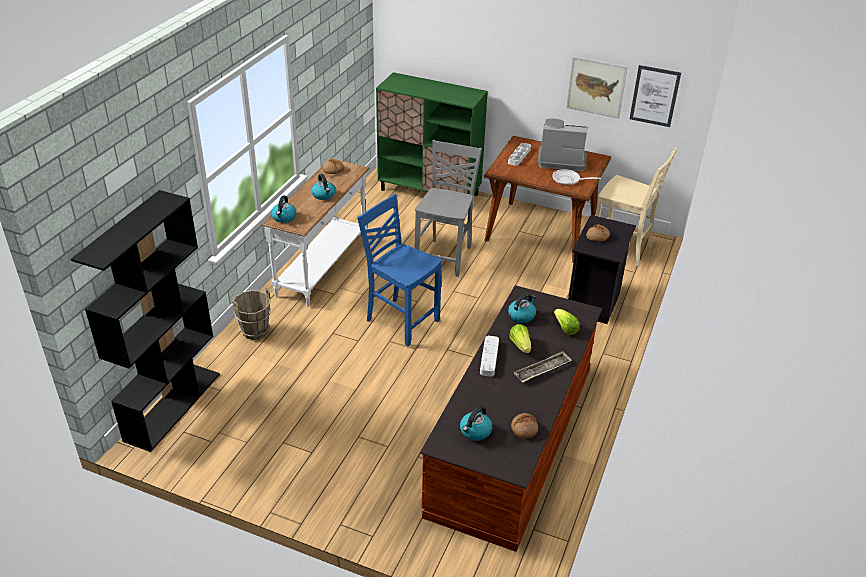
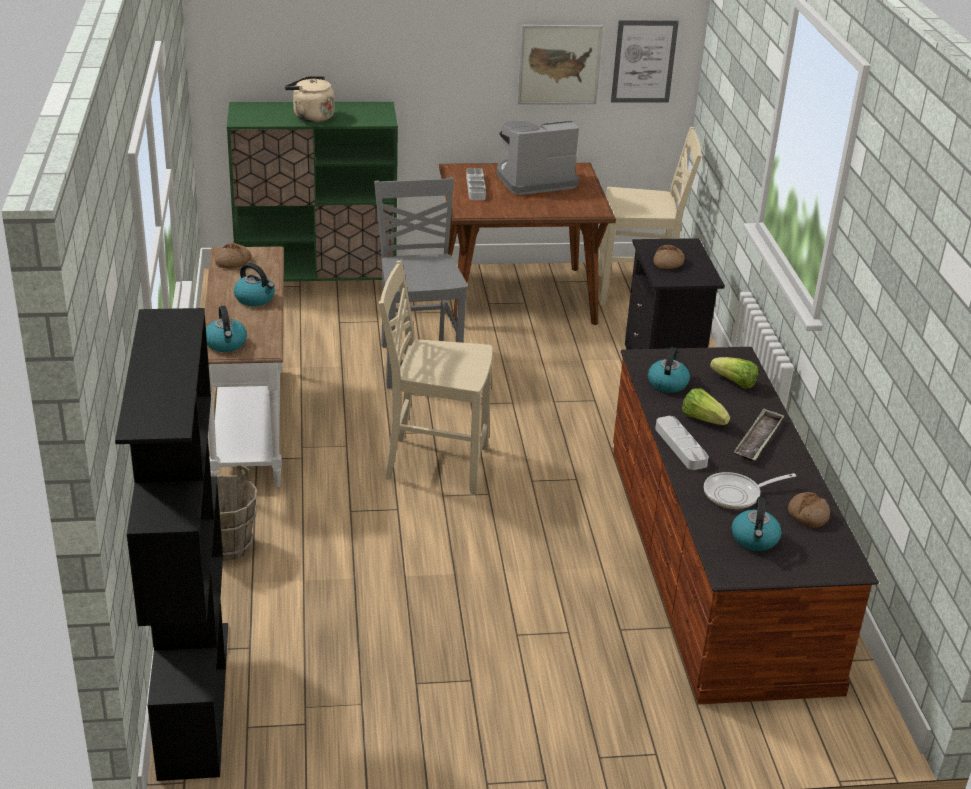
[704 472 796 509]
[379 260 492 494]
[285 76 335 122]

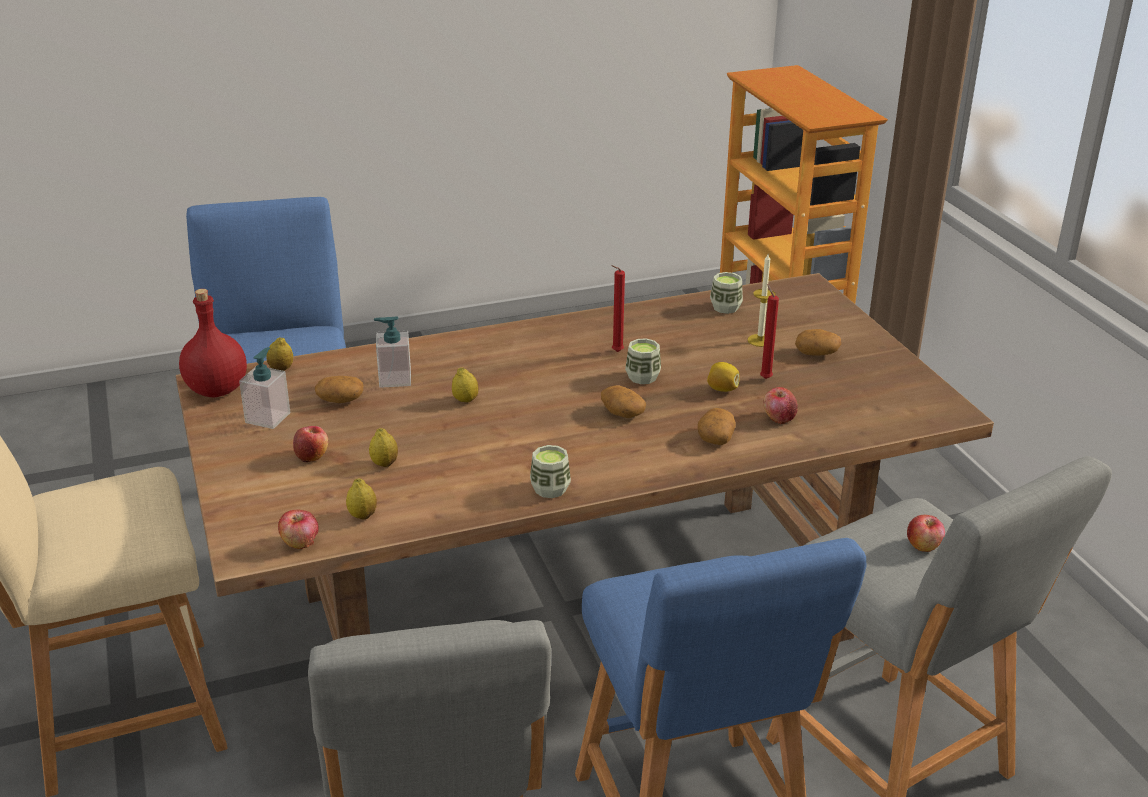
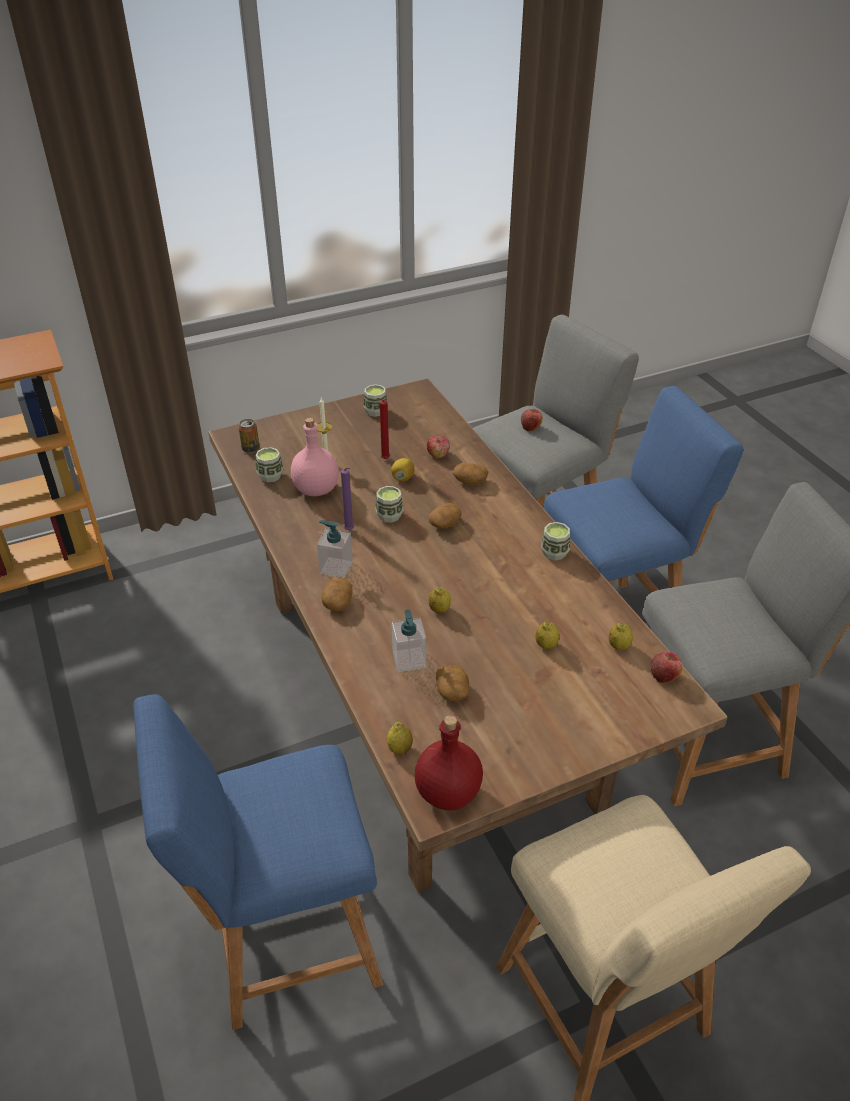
[341 467 354 530]
[322 577 353 611]
[317 520 353 578]
[293 426 328 462] (first image)
[364 384 387 417]
[291 418 339 496]
[238 419 260 453]

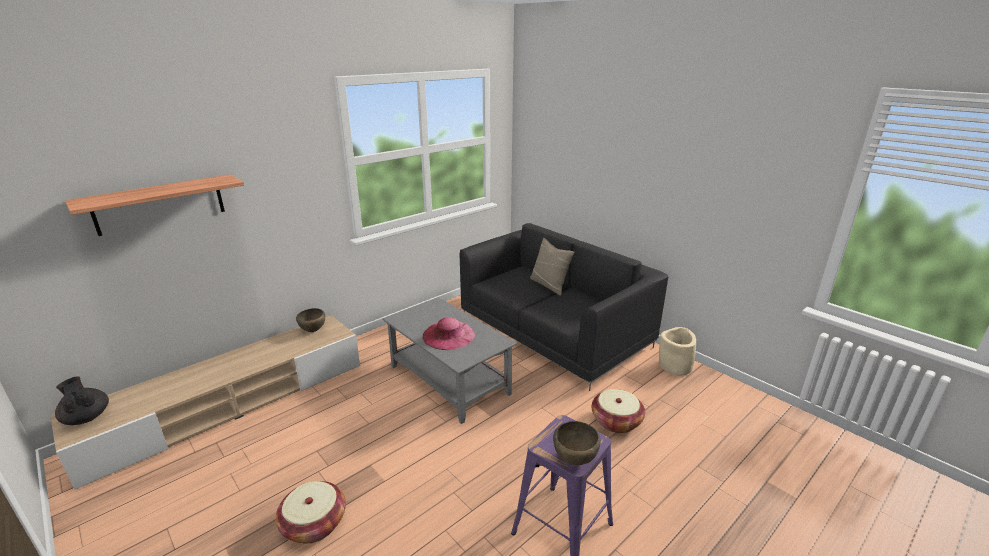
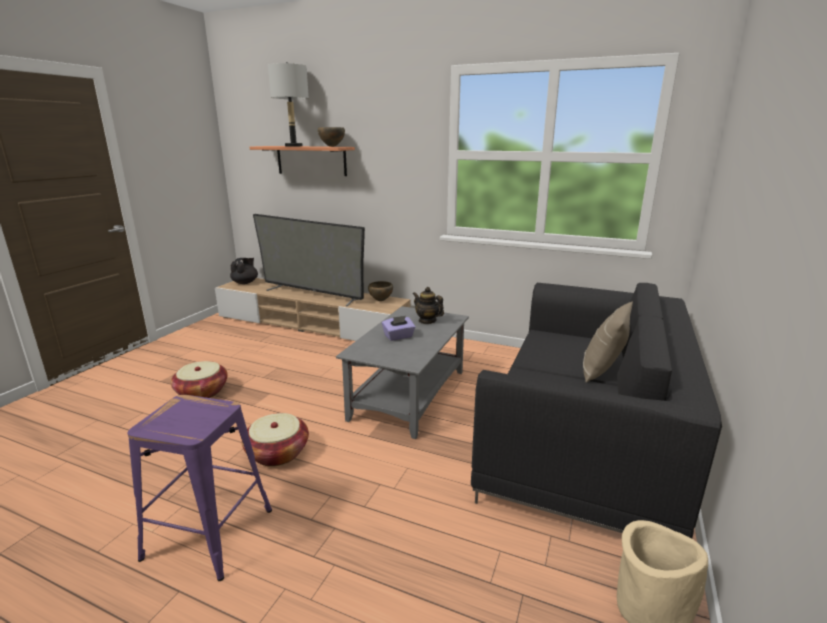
[382 316 415 341]
[242 413 309 467]
[318 127 345 147]
[268 62 309 146]
[253 214 365 306]
[413 287 444 324]

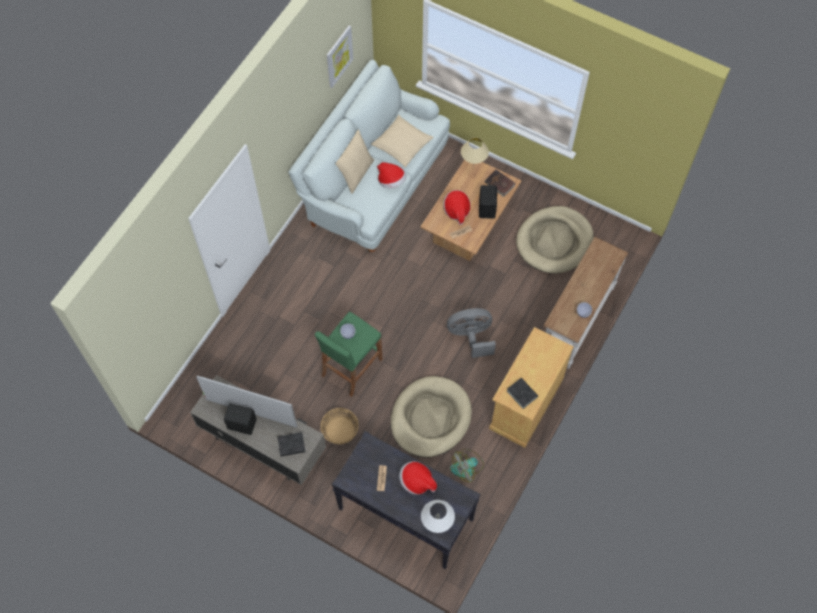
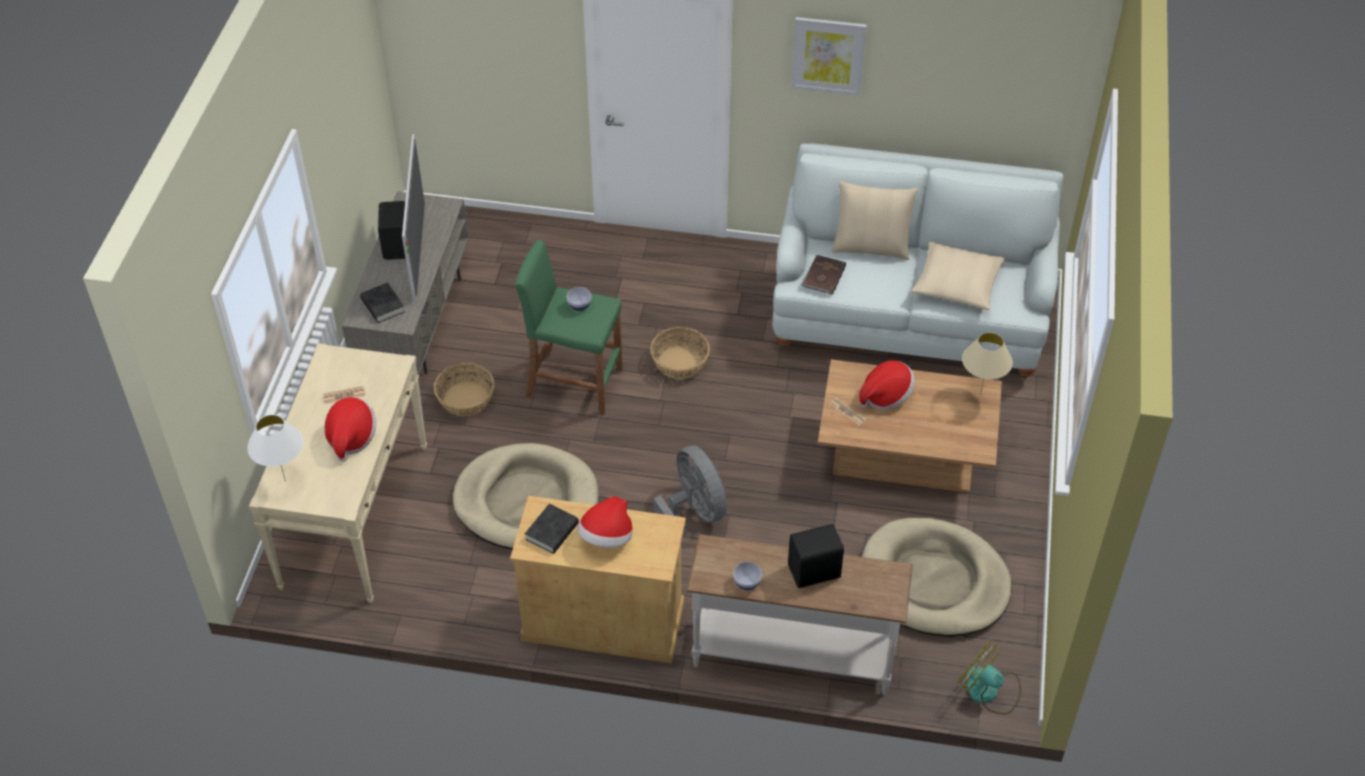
[791 17 867 96]
[577 496 633 547]
[801 255 846 295]
[788 524 844 588]
[249 343 427 603]
[958 642 1021 714]
[650 327 710 379]

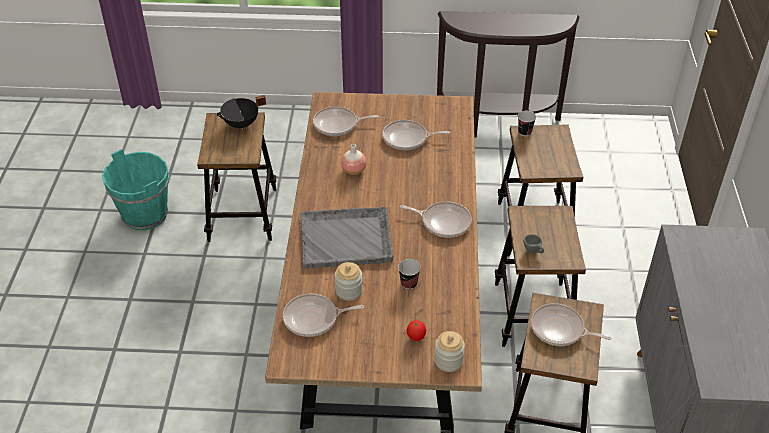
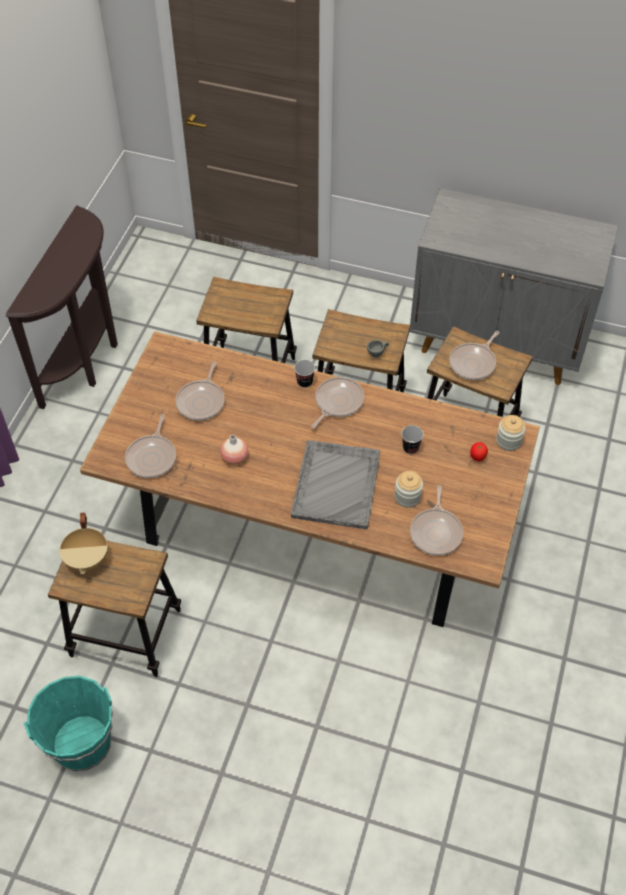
[59 513 108 574]
[294 360 315 388]

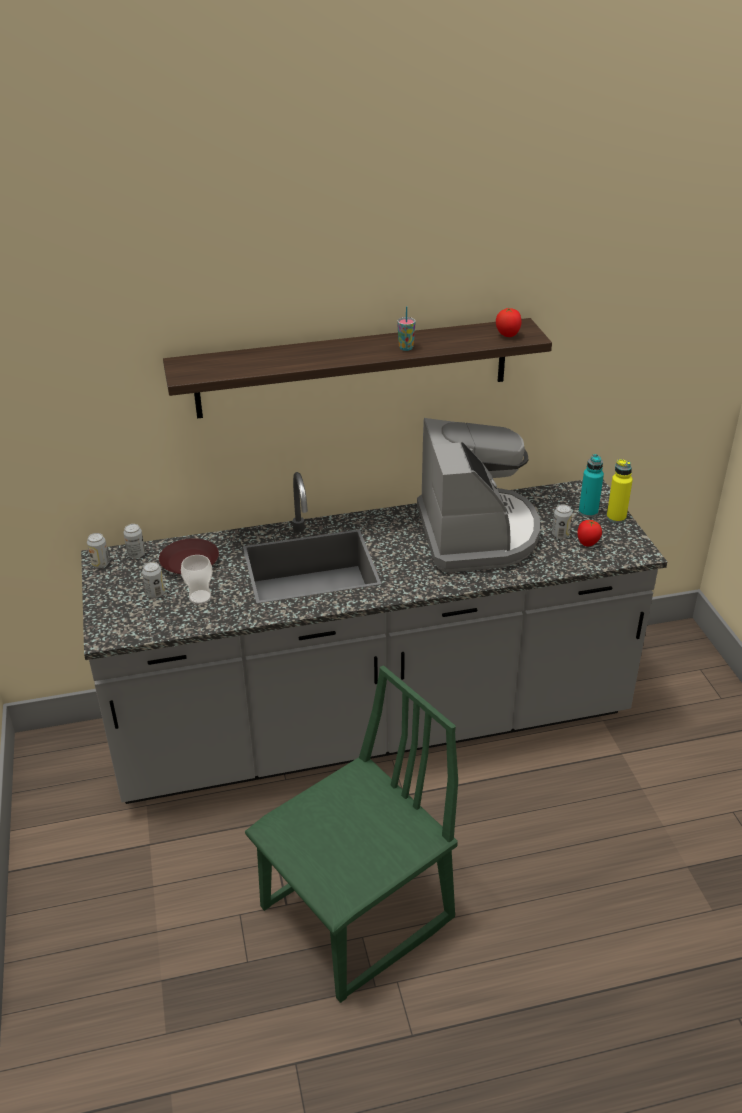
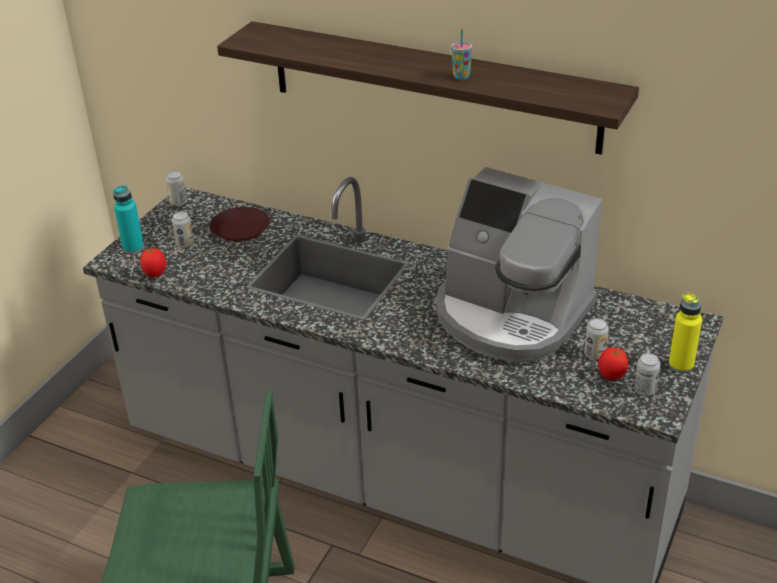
[140 248 166 277]
[436 167 602 362]
[113 185 144 254]
[634 353 661 396]
[181 555 213 604] (first image)

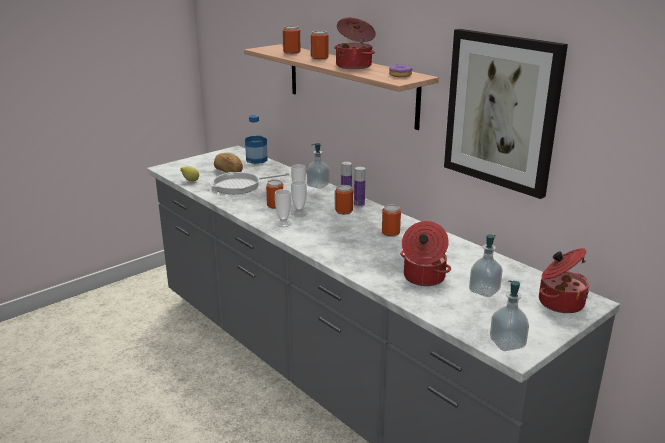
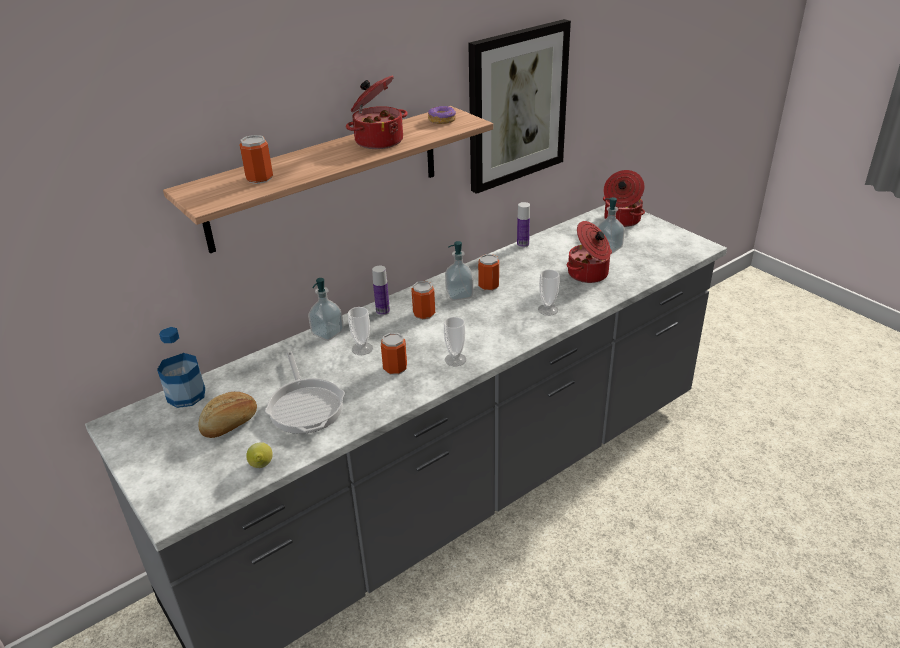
[311 30 329 60] (first image)
[517 202 530 248]
[538 270 559 316]
[445 241 473 301]

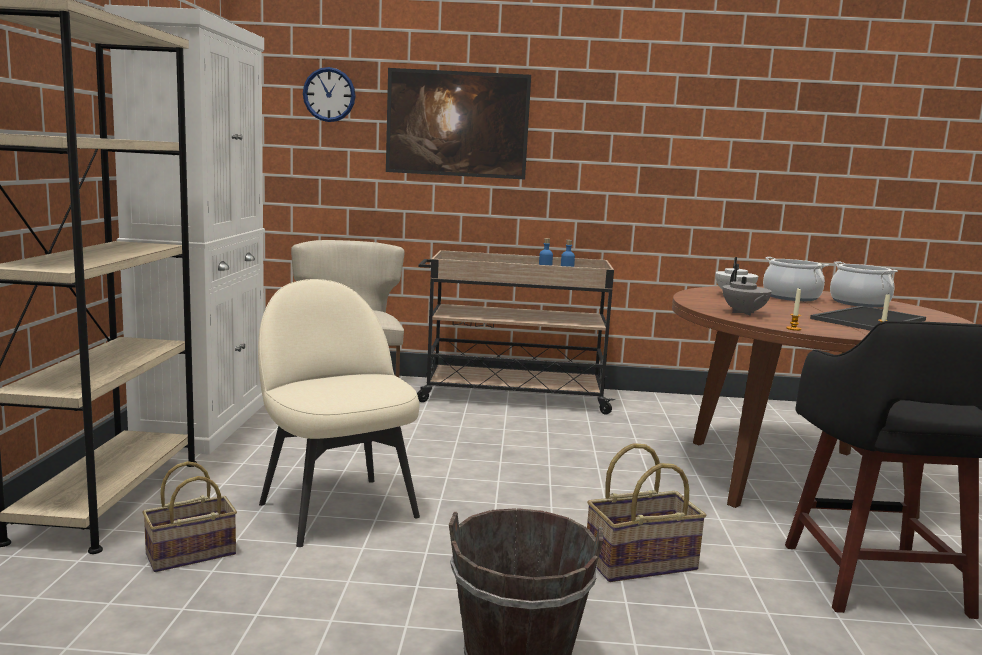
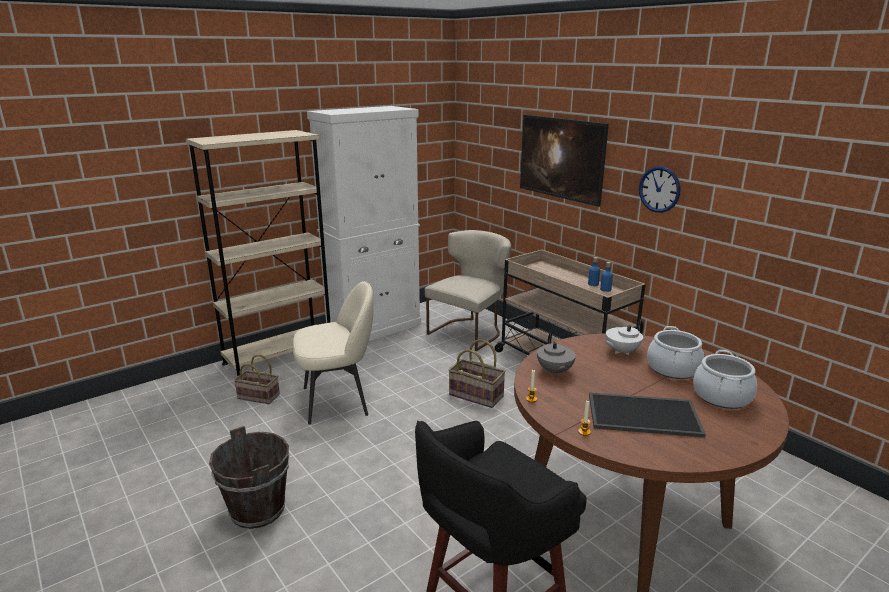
[639 166 680 213]
[537 332 576 376]
[293 281 374 424]
[449 339 506 408]

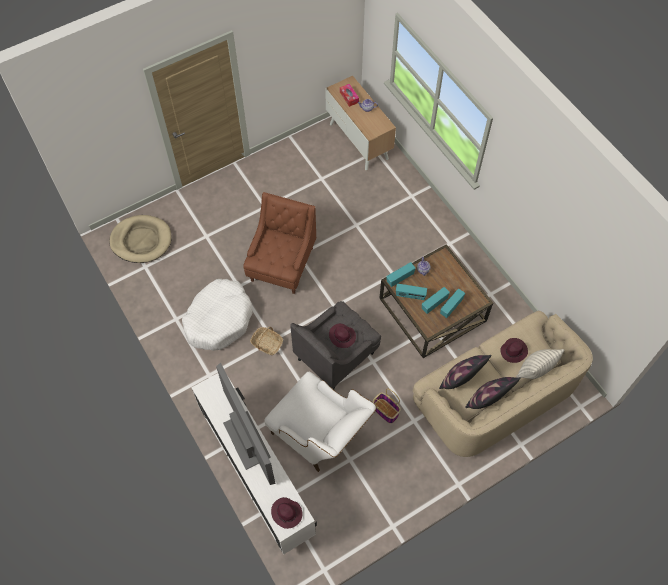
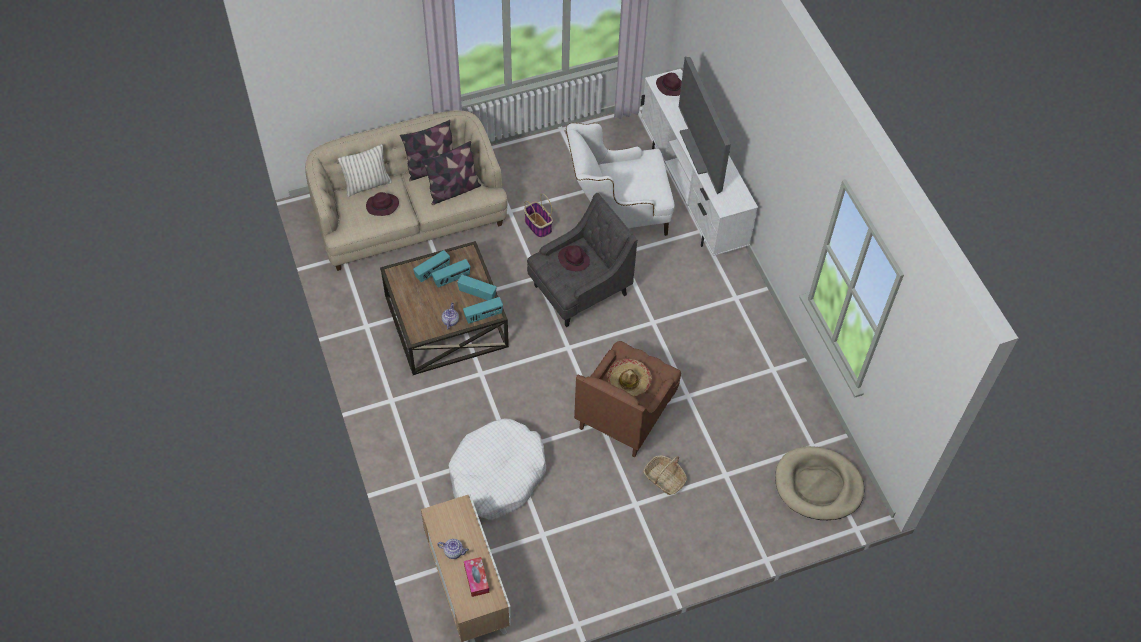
[448 418 546 520]
[643 455 687 495]
[566 123 675 236]
[607 359 652 397]

